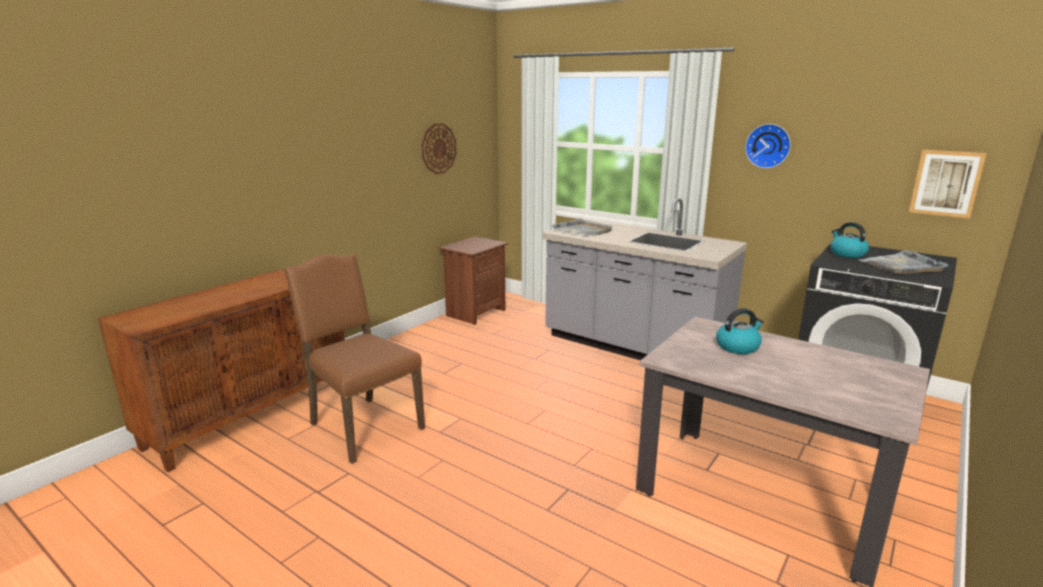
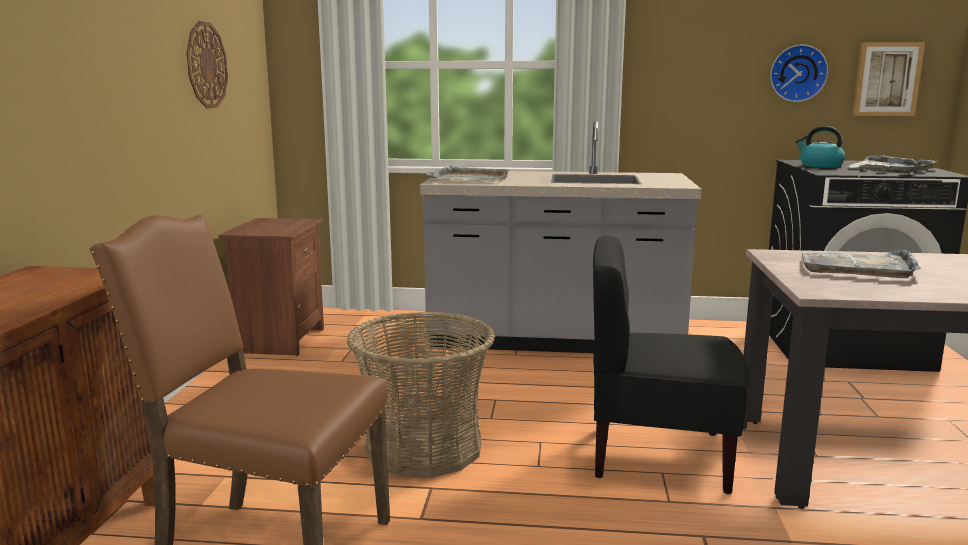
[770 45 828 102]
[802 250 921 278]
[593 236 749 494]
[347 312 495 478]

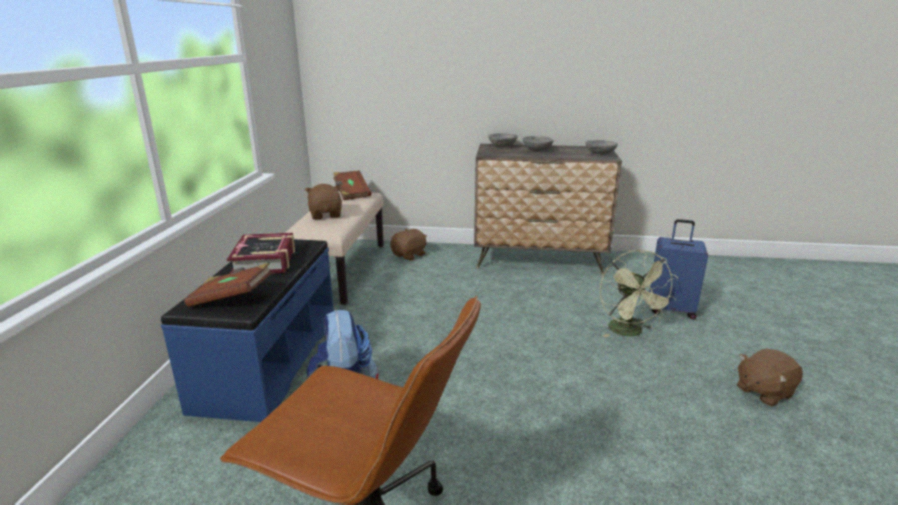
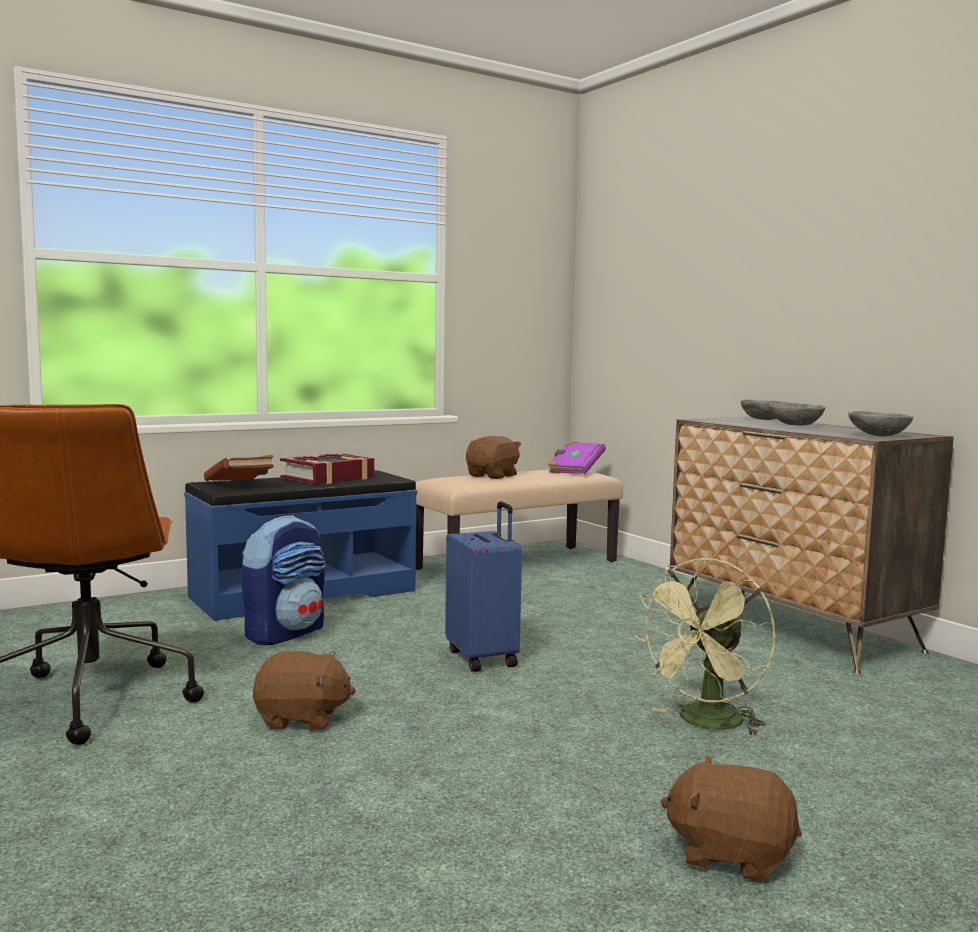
[548 441 606 474]
[445 501 522 672]
[253 651 356 730]

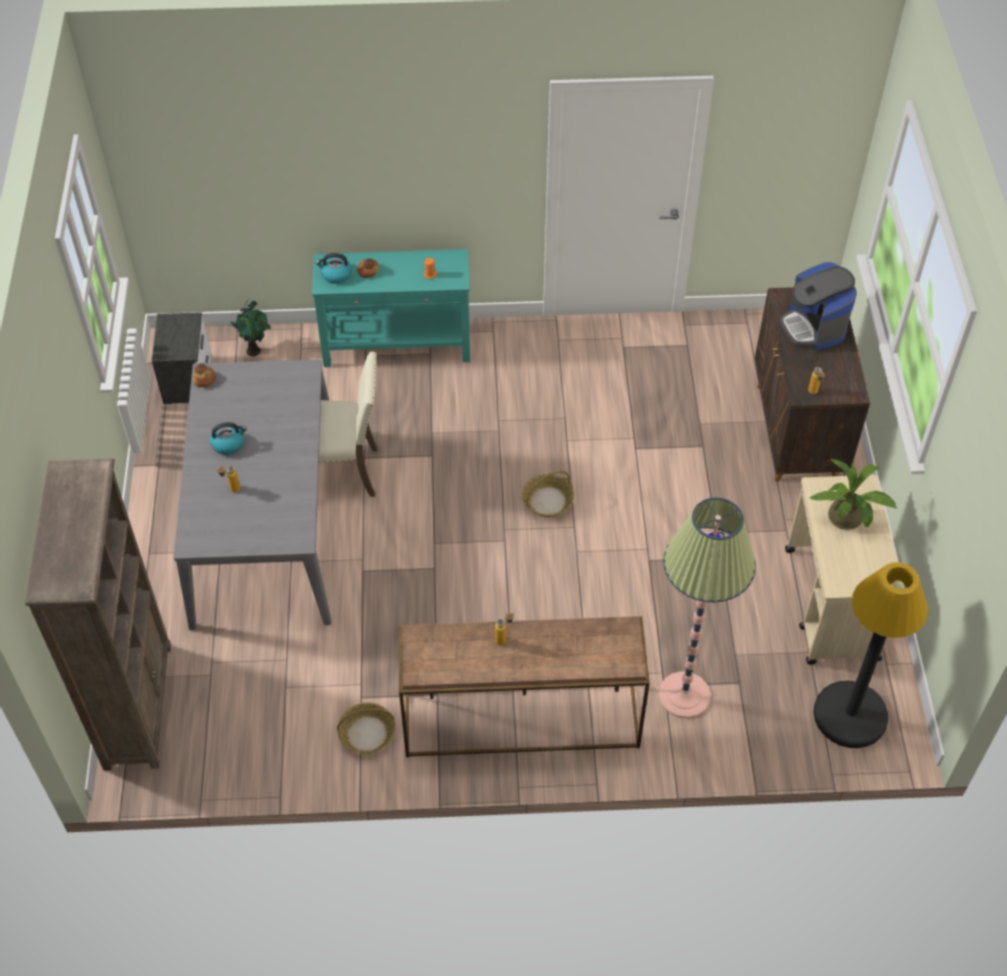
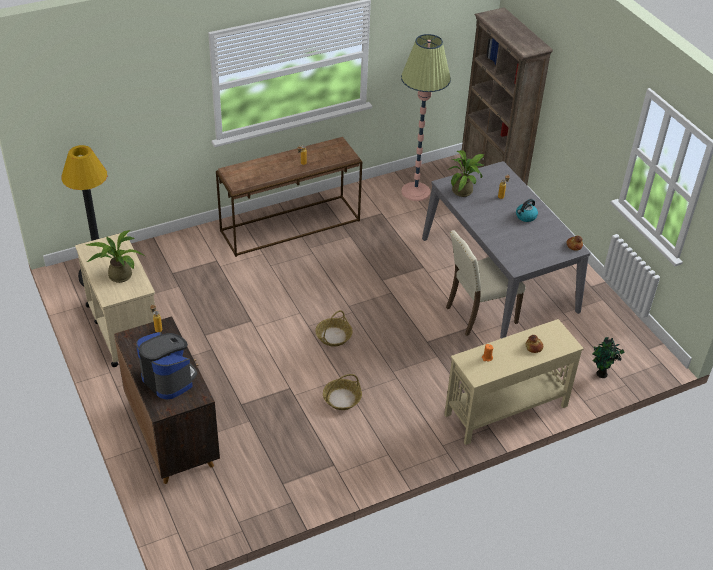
[444 319 584 445]
[316 253 352 284] (first image)
[152 312 211 404] (first image)
[401 34 451 201]
[323 374 362 410]
[448 150 485 197]

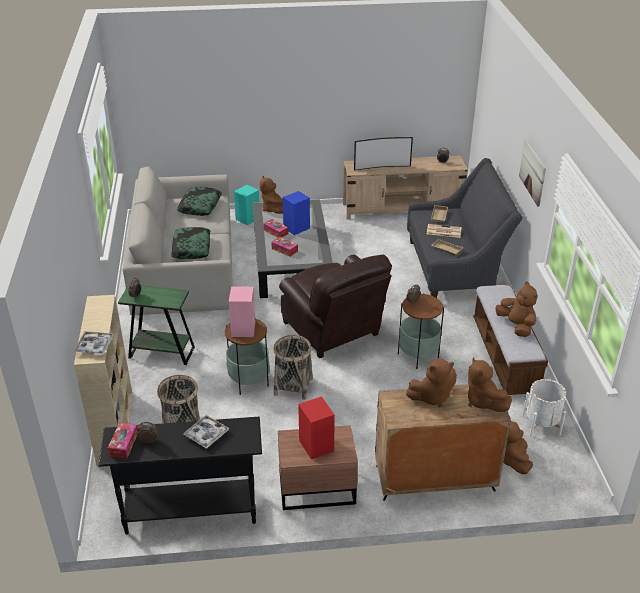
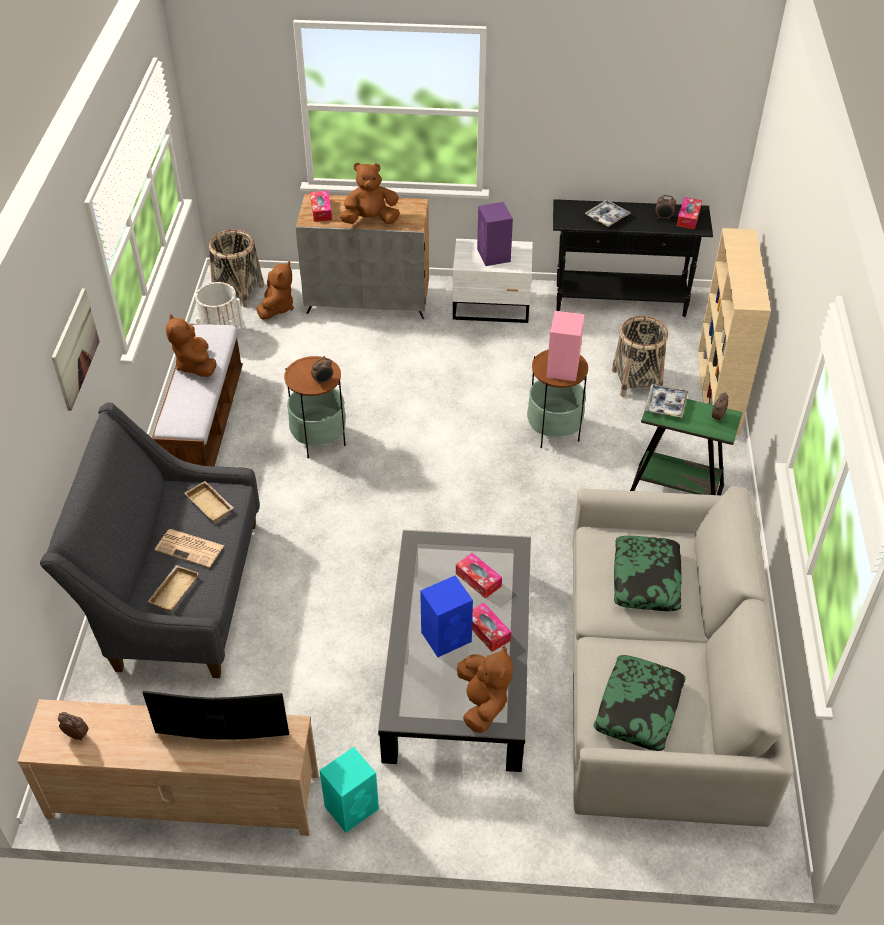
[320 747 379 833]
[279 255 392 358] (first image)
[645 384 689 418]
[209 229 264 308]
[310 191 332 222]
[477 202 513 266]
[453 239 533 323]

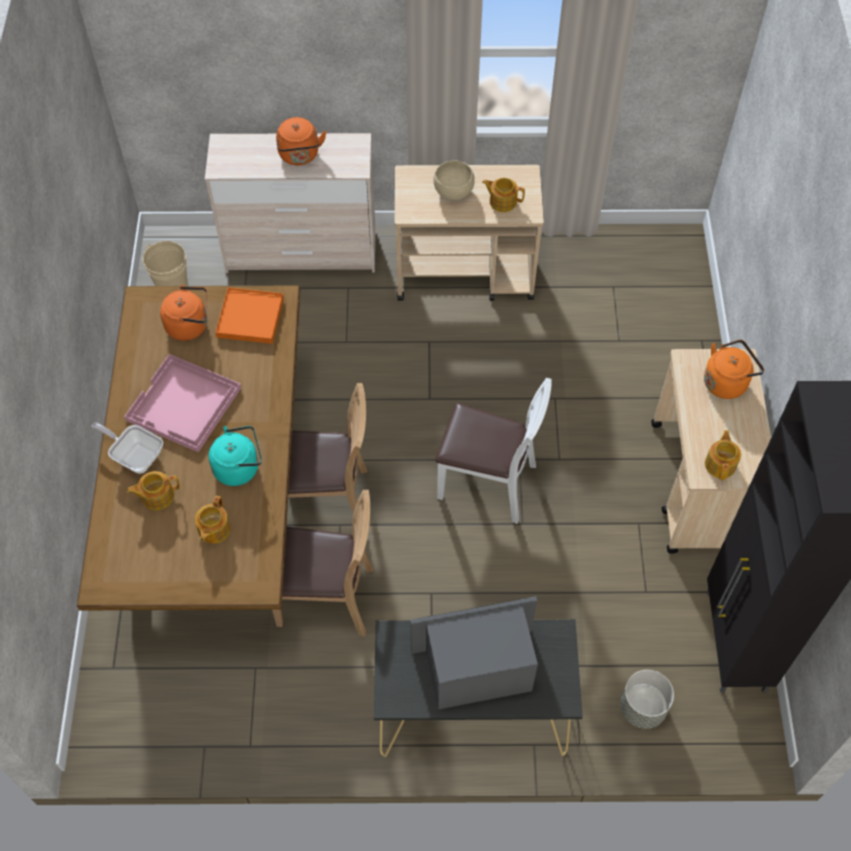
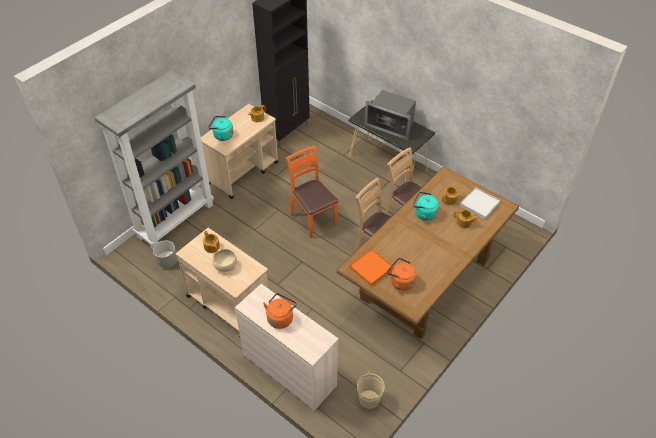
[208 116 233 141]
[124 354 241 452] (first image)
[286 146 339 238]
[91 422 163 474] (first image)
[153 240 178 268]
[94 71 214 249]
[460 187 500 220]

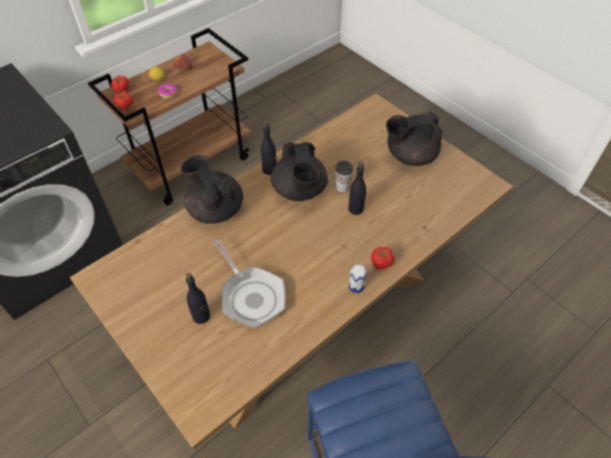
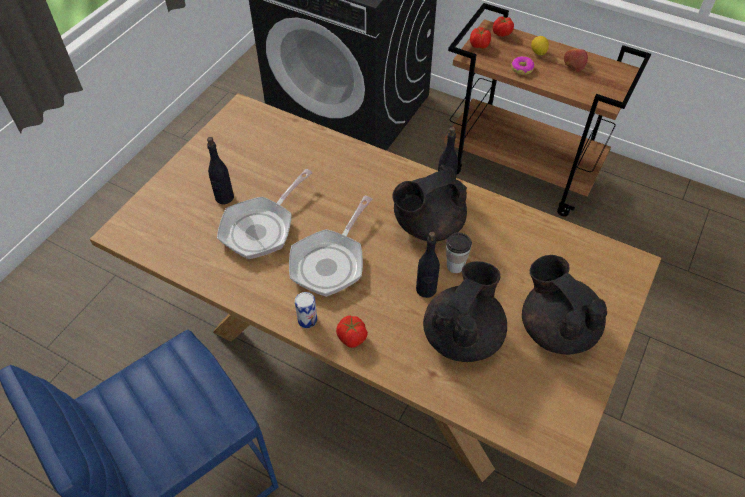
[423 261 507 362]
[289 196 372 297]

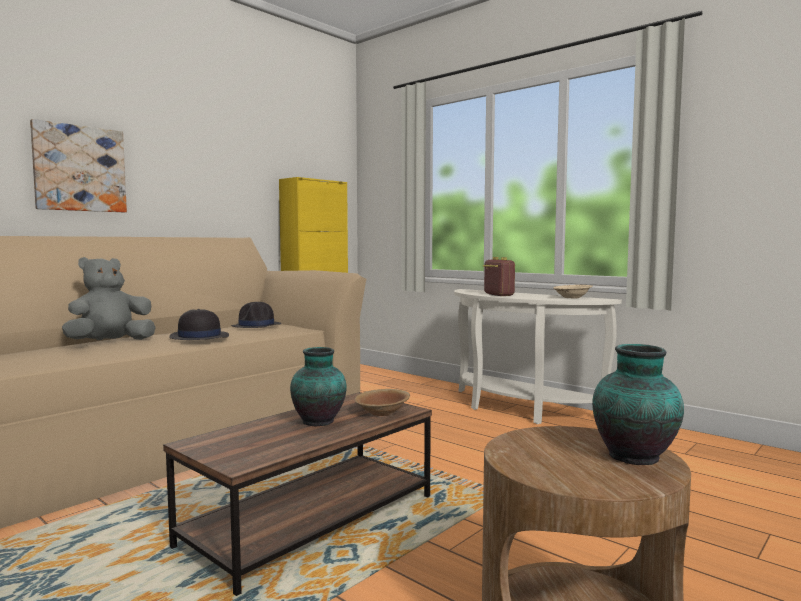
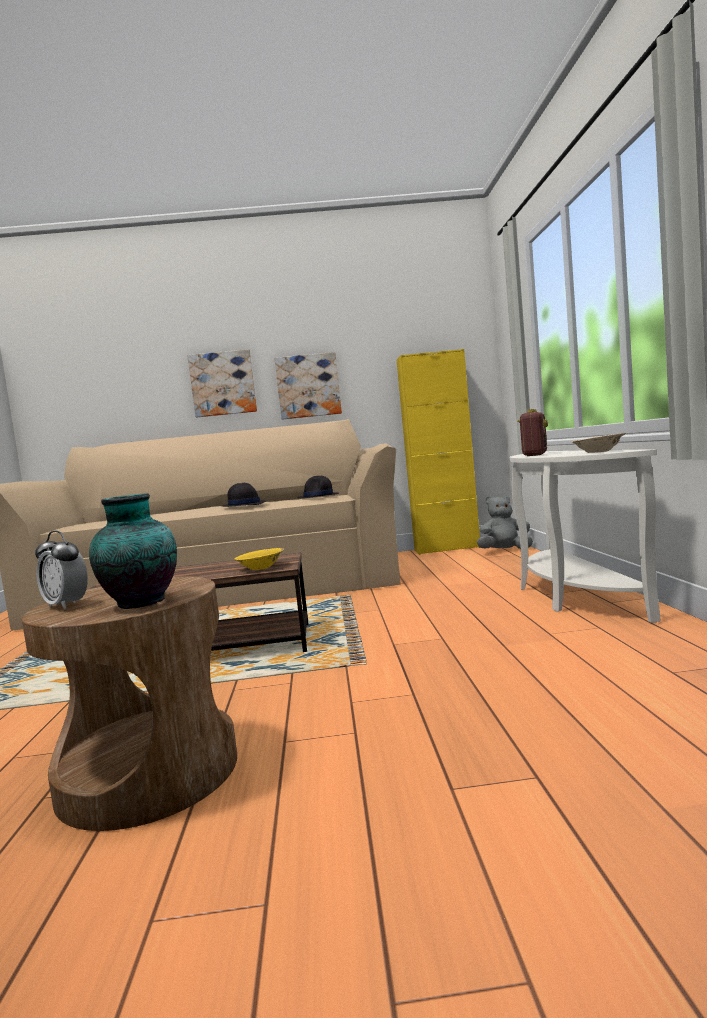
[477 496 533 549]
[290 347 347 426] (first image)
[234 548 284 570]
[274 352 342 420]
[35 531 88 609]

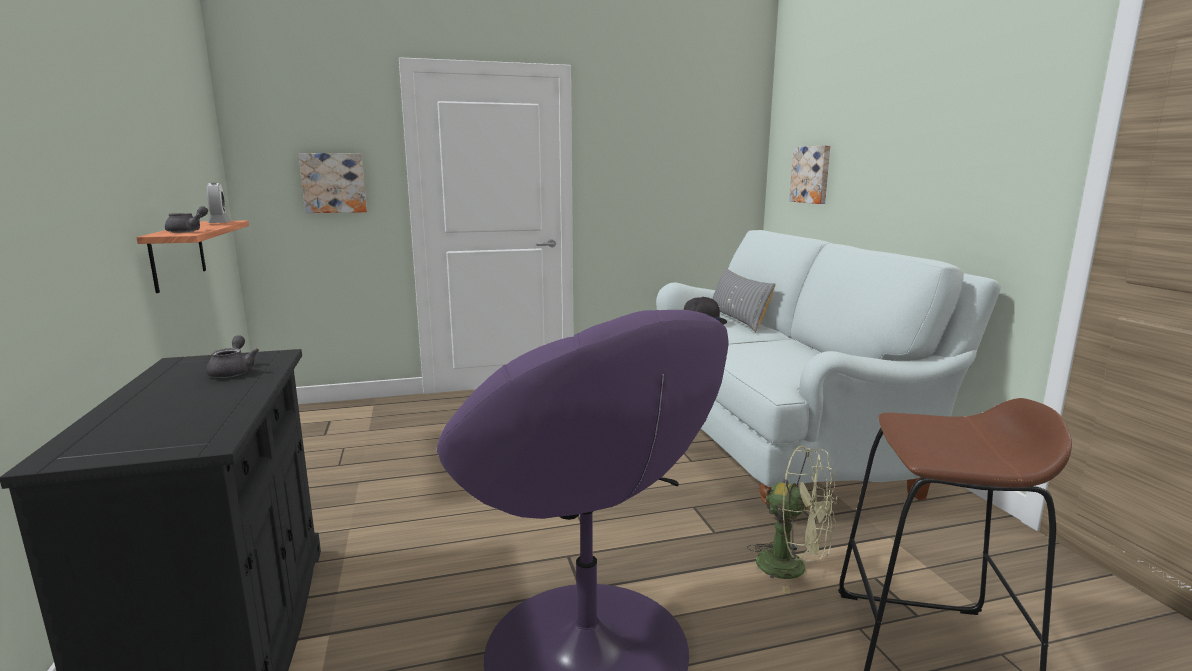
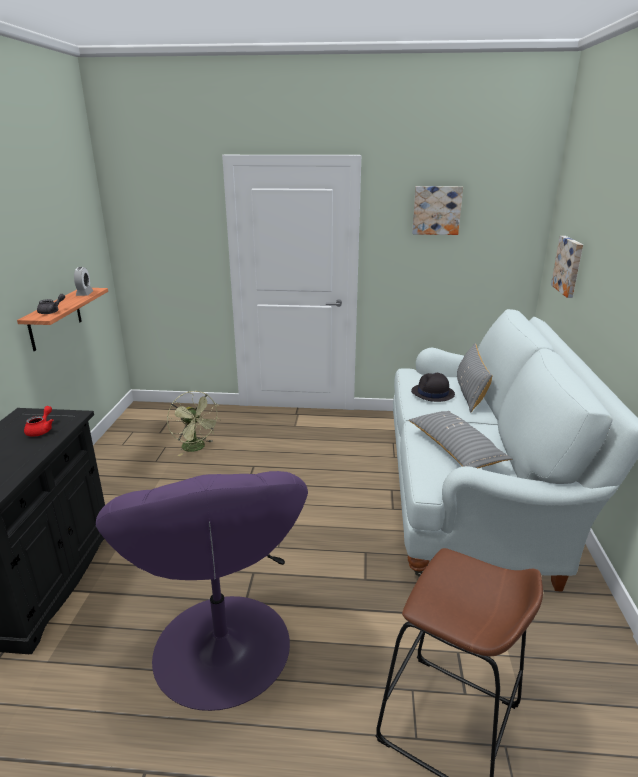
[412 186 463 235]
[24 406 54 437]
[167 391 221 456]
[409 411 512 468]

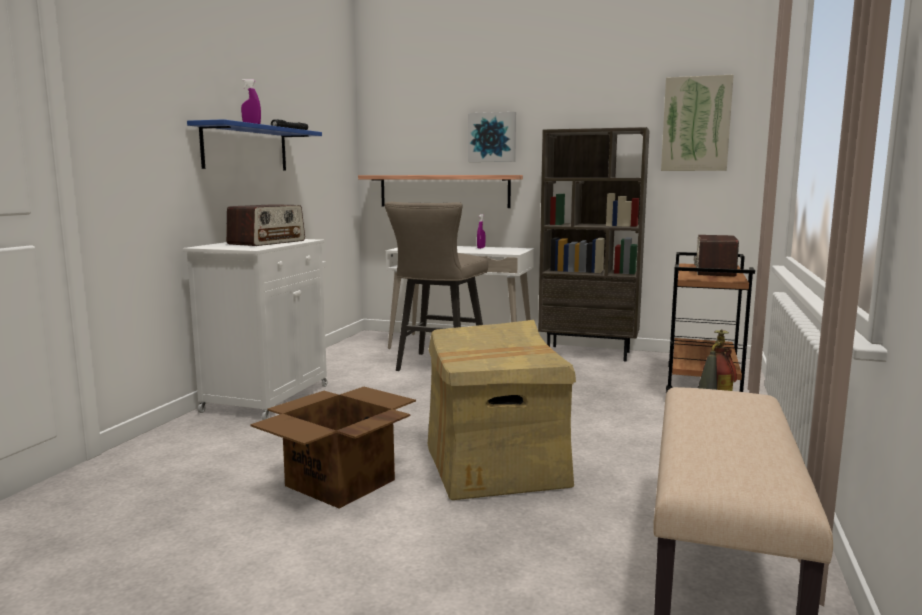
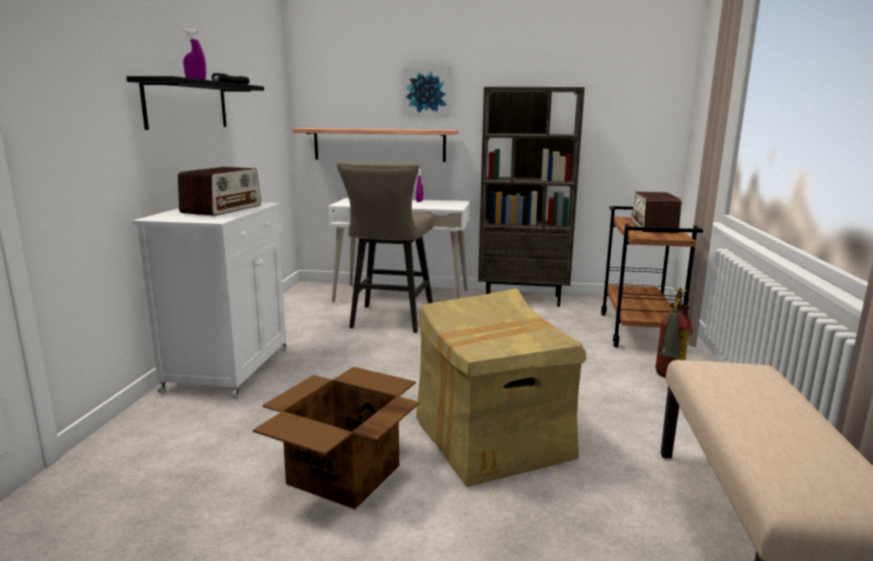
[661 74 734 171] (first image)
[126 76 264 130]

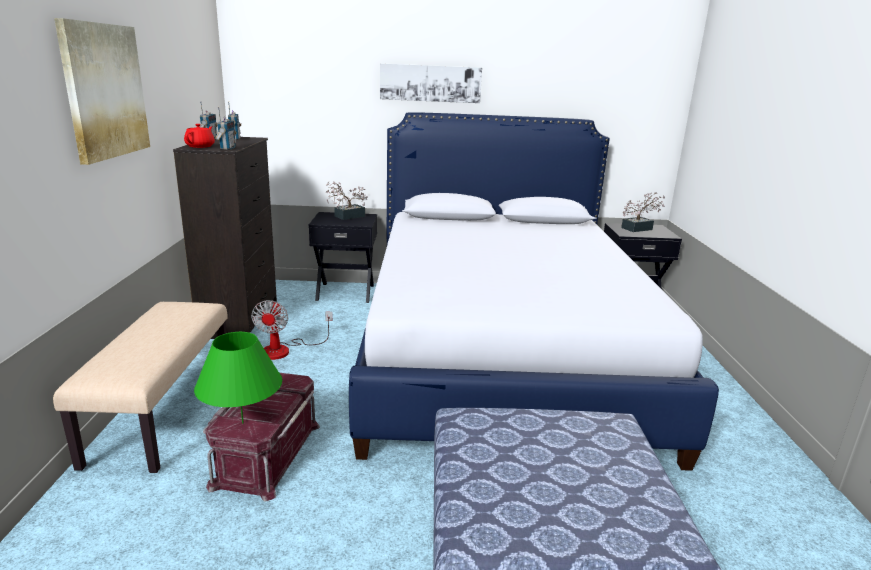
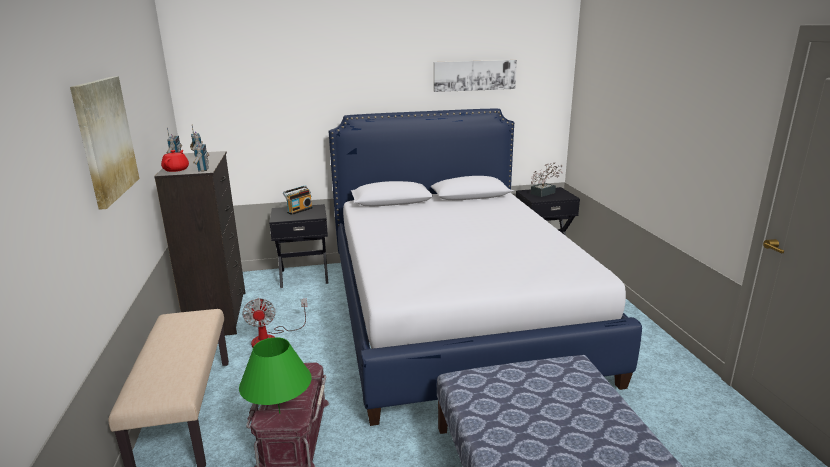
[434 60 517 92]
[283 185 313 215]

